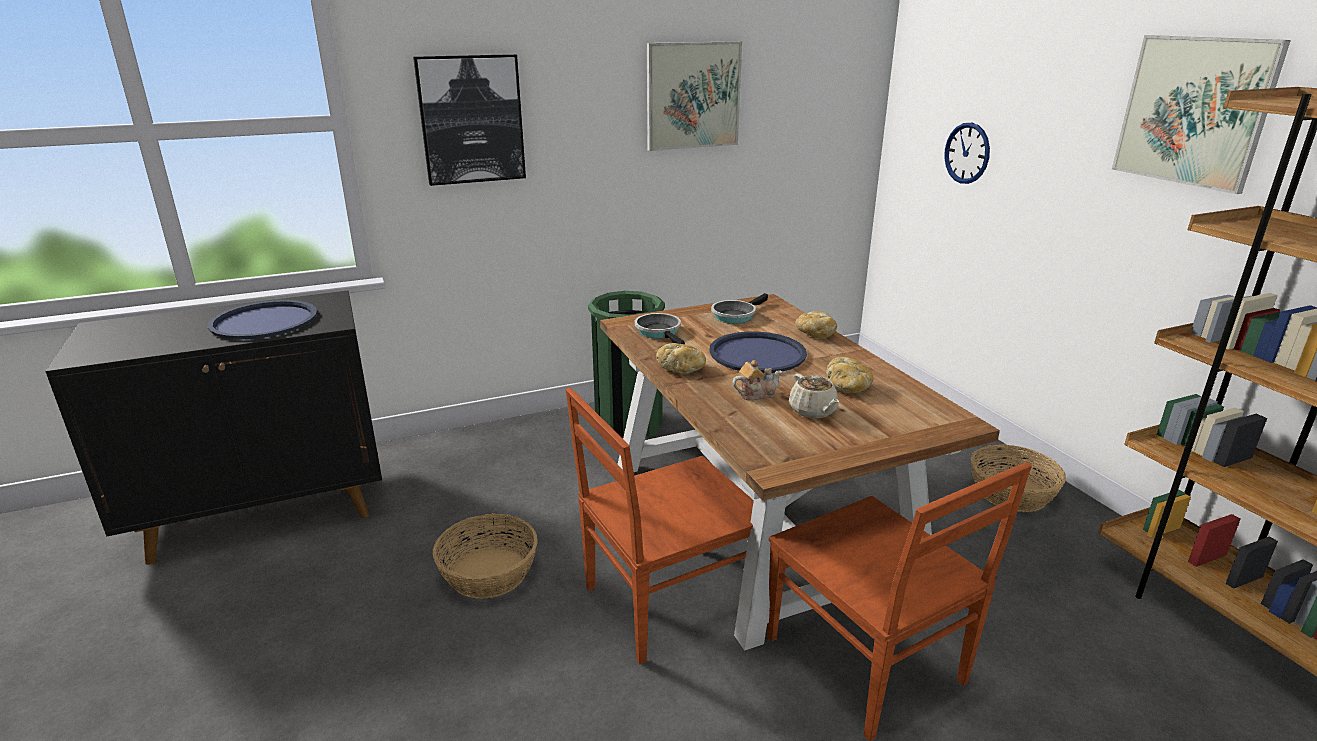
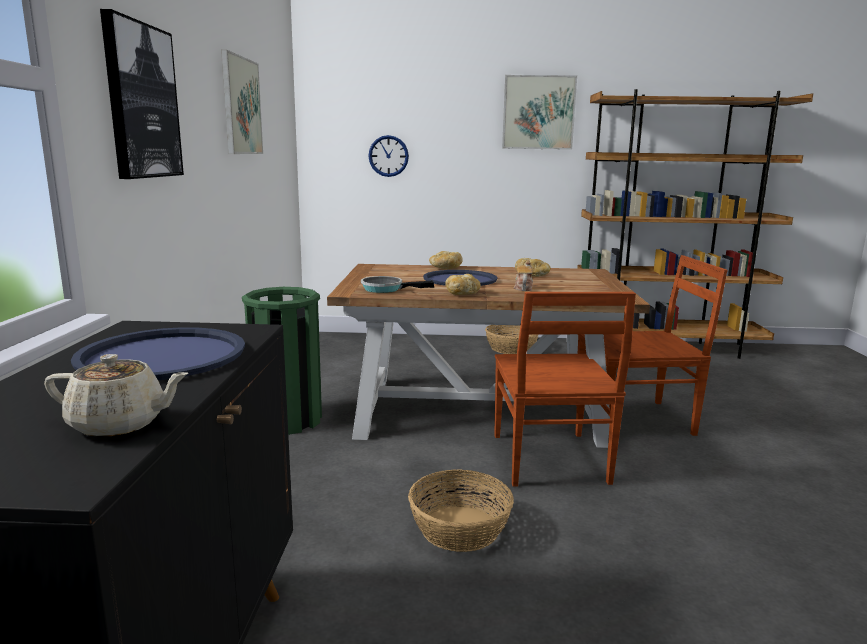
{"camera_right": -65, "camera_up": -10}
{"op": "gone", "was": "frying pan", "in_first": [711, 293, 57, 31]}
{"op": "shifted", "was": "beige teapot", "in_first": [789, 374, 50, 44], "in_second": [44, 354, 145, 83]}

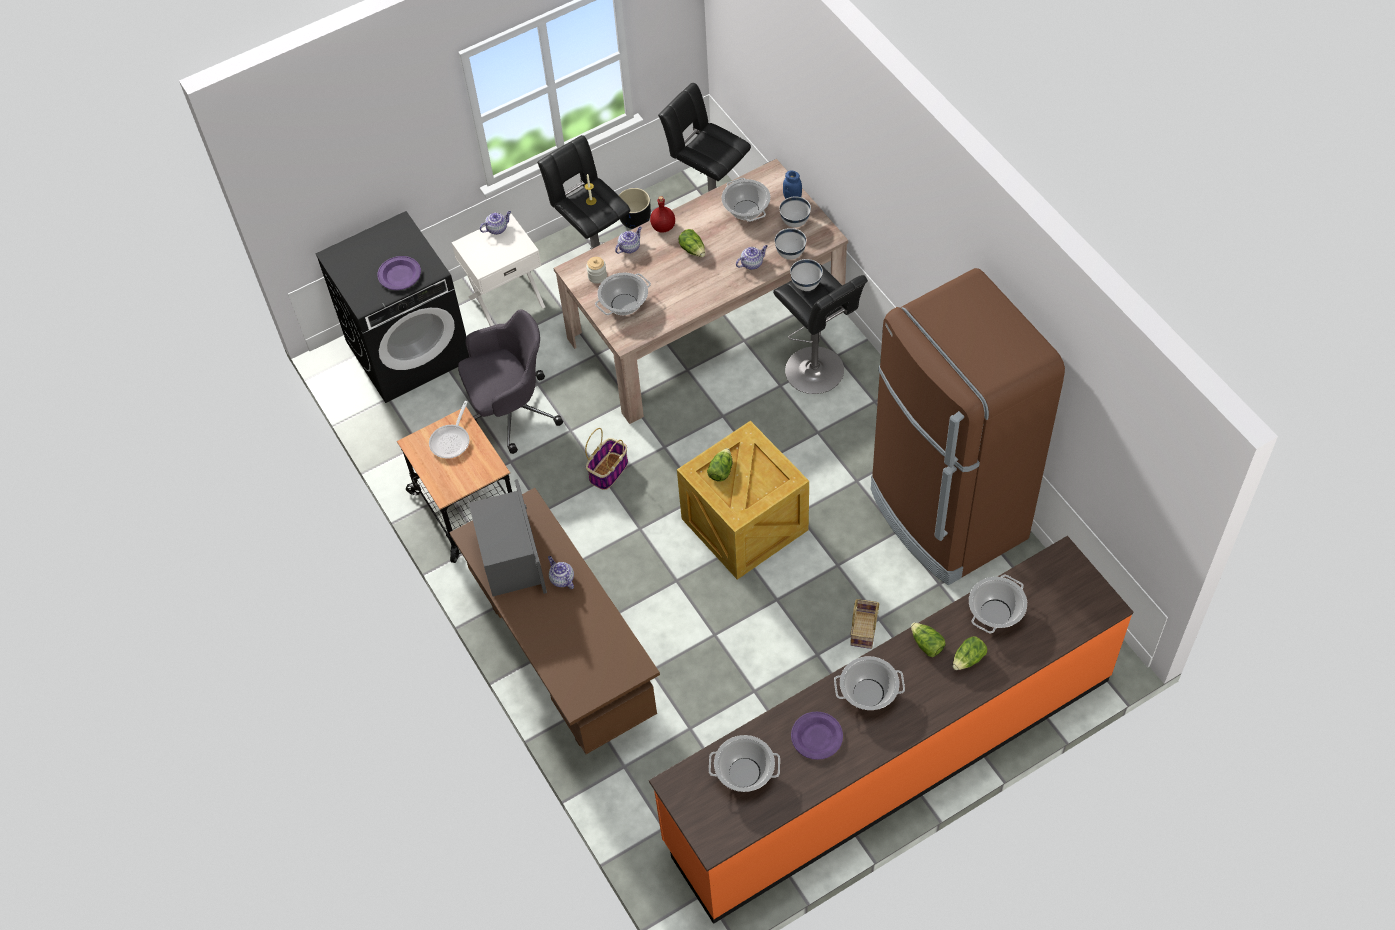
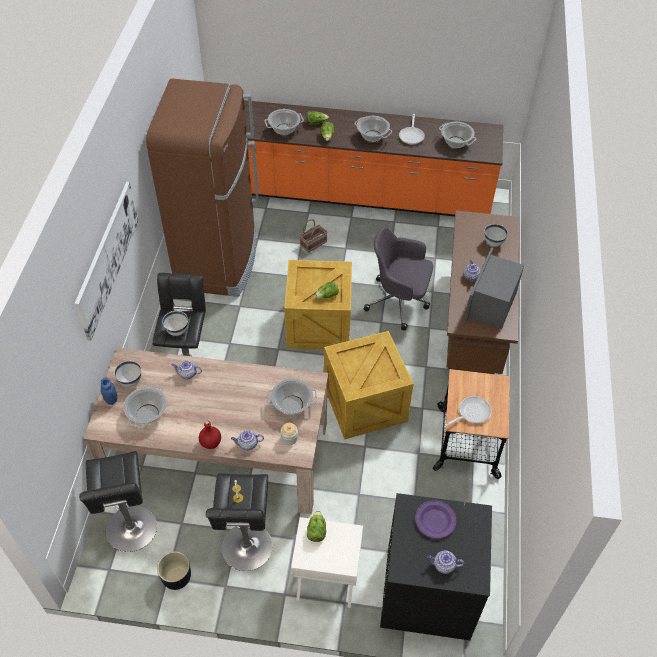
{"camera_right": -145, "camera_up": -5}
{"op": "new", "now": "picture", "in_second": [75, 182, 64, 159]}
{"op": "shifted", "was": "grey office chair", "in_first": [458, 309, 105, 145], "in_second": [364, 227, 69, 104]}
{"op": "shifted", "was": "teapot", "in_first": [480, 211, 31, 24], "in_second": [428, 551, 36, 23]}
{"op": "shifted", "was": "lettuce", "in_first": [679, 229, 26, 28], "in_second": [307, 511, 19, 31]}
{"op": "shifted", "was": "white bowl", "in_first": [775, 228, 32, 32], "in_second": [485, 224, 23, 23]}
{"op": "swapped", "was": "basket", "now": "crate", "in_first": [585, 428, 43, 62], "in_second": [324, 331, 90, 108]}
{"op": "swapped", "was": "purple plate", "now": "frying pan", "in_first": [791, 712, 52, 48], "in_second": [399, 114, 26, 31]}

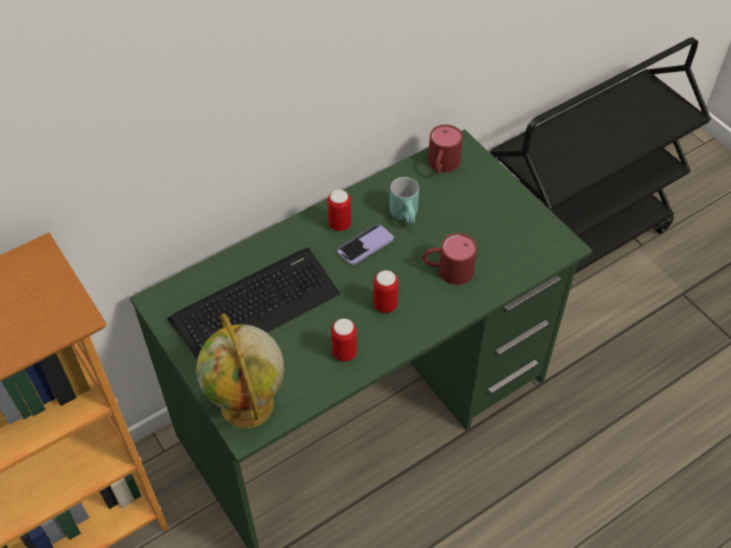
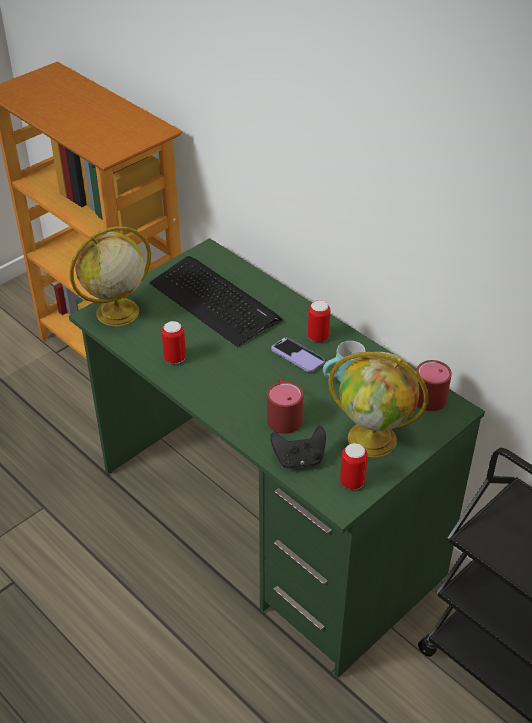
{"camera_right": 80, "camera_up": -10}
{"op": "new", "now": "black game controller", "in_second": [270, 426, 56, 43]}
{"op": "new", "now": "globe", "in_second": [328, 352, 100, 105]}
{"op": "shifted", "was": "can", "in_first": [373, 270, 25, 43], "in_second": [340, 443, 28, 47]}

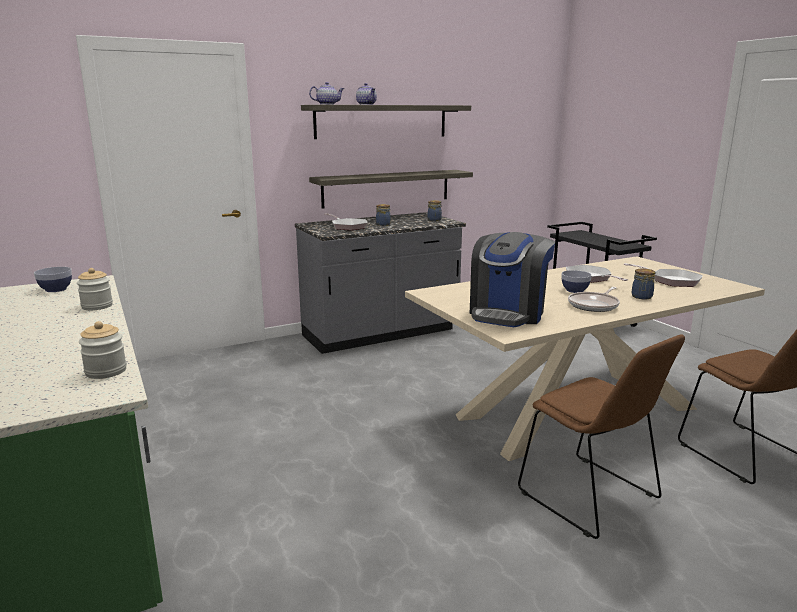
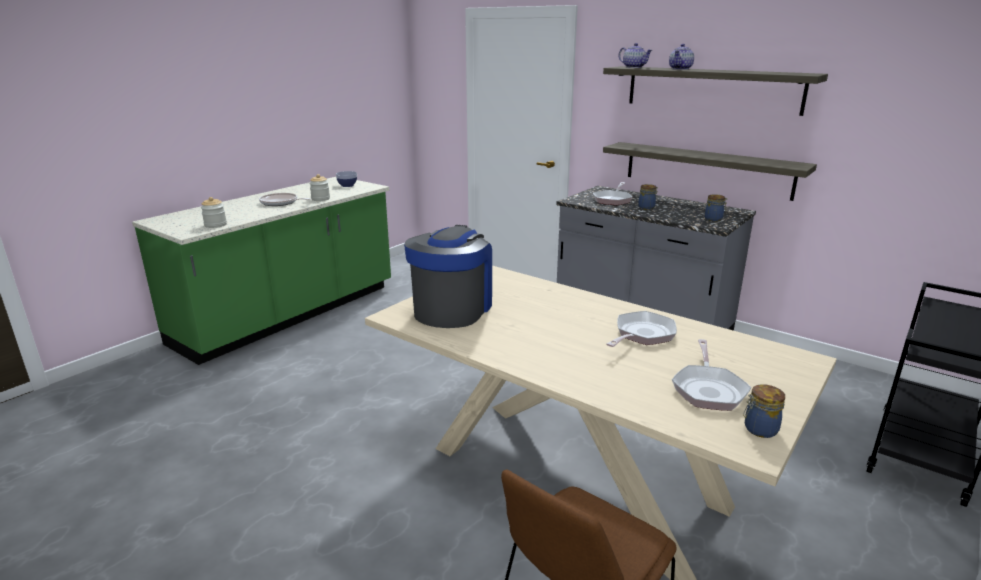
{"camera_right": 65, "camera_up": 5}
{"op": "gone", "was": "brown chair", "in_first": [518, 334, 167, 205]}
{"op": "gone", "was": "bowl", "in_first": [561, 270, 31, 23]}
{"op": "shifted", "was": "frying pan", "in_first": [568, 287, 52, 25], "in_second": [259, 193, 51, 13]}
{"op": "shifted", "was": "jar", "in_first": [632, 268, 24, 31], "in_second": [743, 384, 42, 54]}
{"op": "rotated", "was": "coffee machine", "in_first": [470, 232, 85, 95], "in_second": [404, 225, 88, 103], "clockwise": 105}

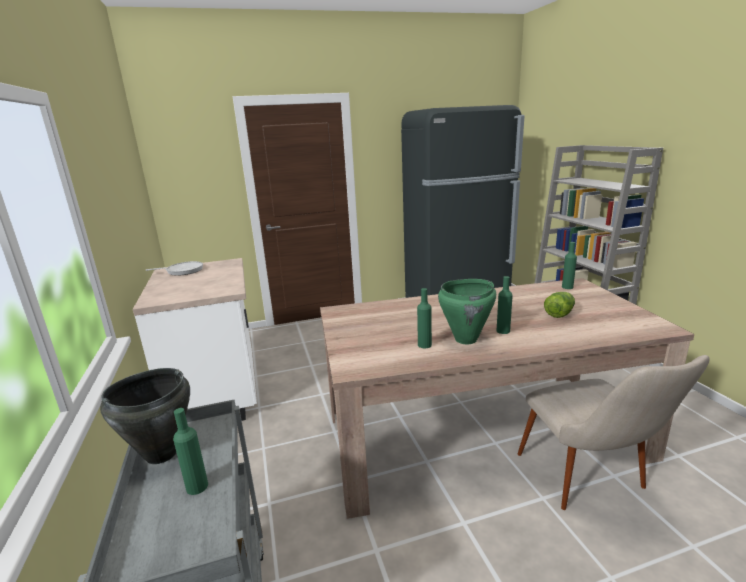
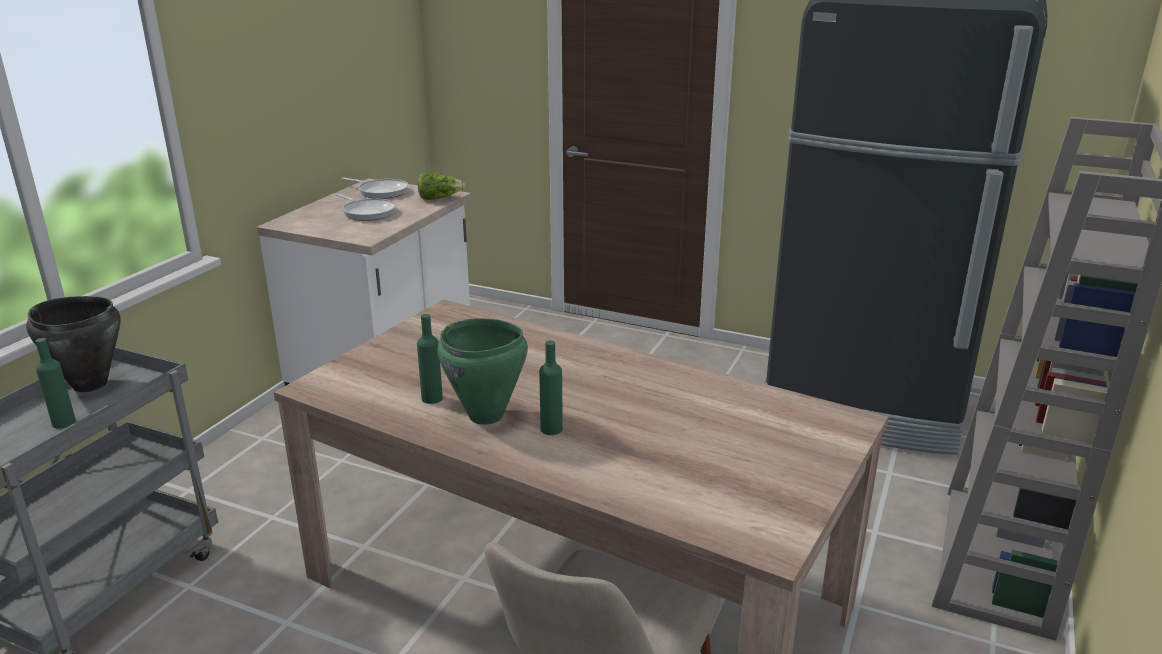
{"camera_right": 40, "camera_up": 5}
{"op": "gone", "was": "green bottle", "in_first": [562, 242, 15, 47]}
{"op": "new", "now": "frying pan", "in_second": [336, 194, 60, 27]}
{"op": "shifted", "was": "lettuce", "in_first": [544, 292, 31, 26], "in_second": [418, 173, 47, 27]}

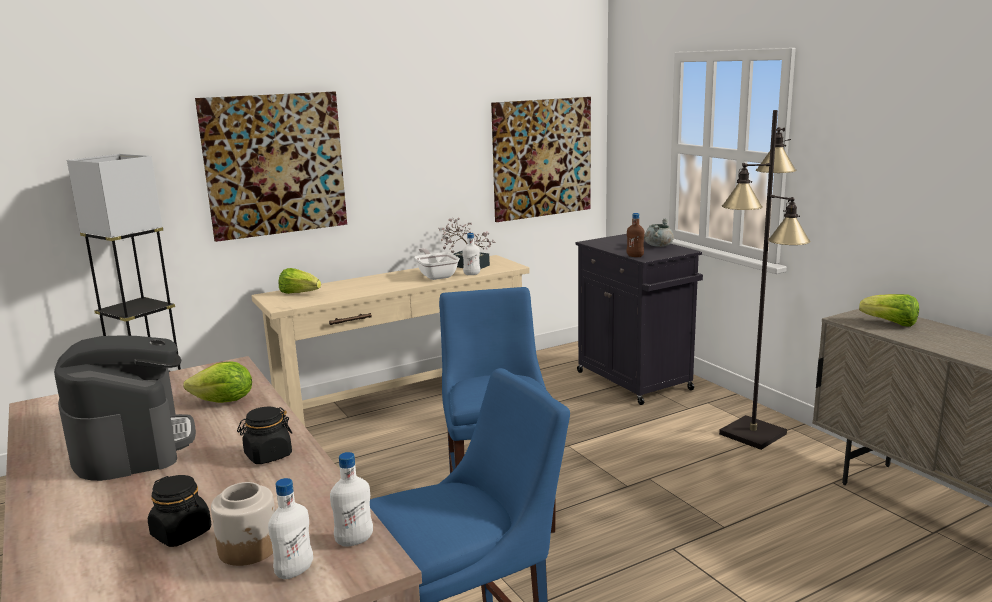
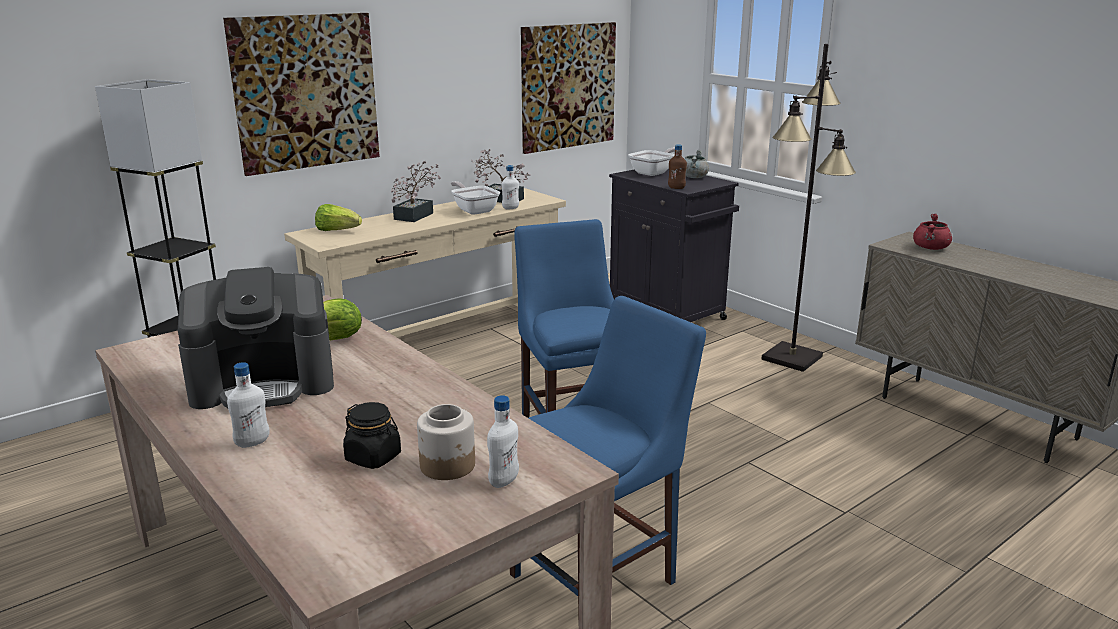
{"camera_right": -10, "camera_up": 5}
{"op": "gone", "was": "black jar", "in_first": [237, 406, 55, 58]}
{"op": "new", "now": "potted plant", "in_second": [391, 161, 50, 61]}
{"op": "new", "now": "frying pan", "in_second": [628, 147, 47, 29]}
{"op": "shifted", "was": "white bottle", "in_first": [330, 452, 43, 95], "in_second": [227, 362, 43, 86]}
{"op": "swapped", "was": "lettuce", "now": "red cooking pot", "in_first": [859, 294, 60, 33], "in_second": [913, 214, 39, 36]}
{"op": "rotated", "was": "coffee machine", "in_first": [54, 336, 142, 145], "in_second": [178, 267, 156, 142], "clockwise": 105}

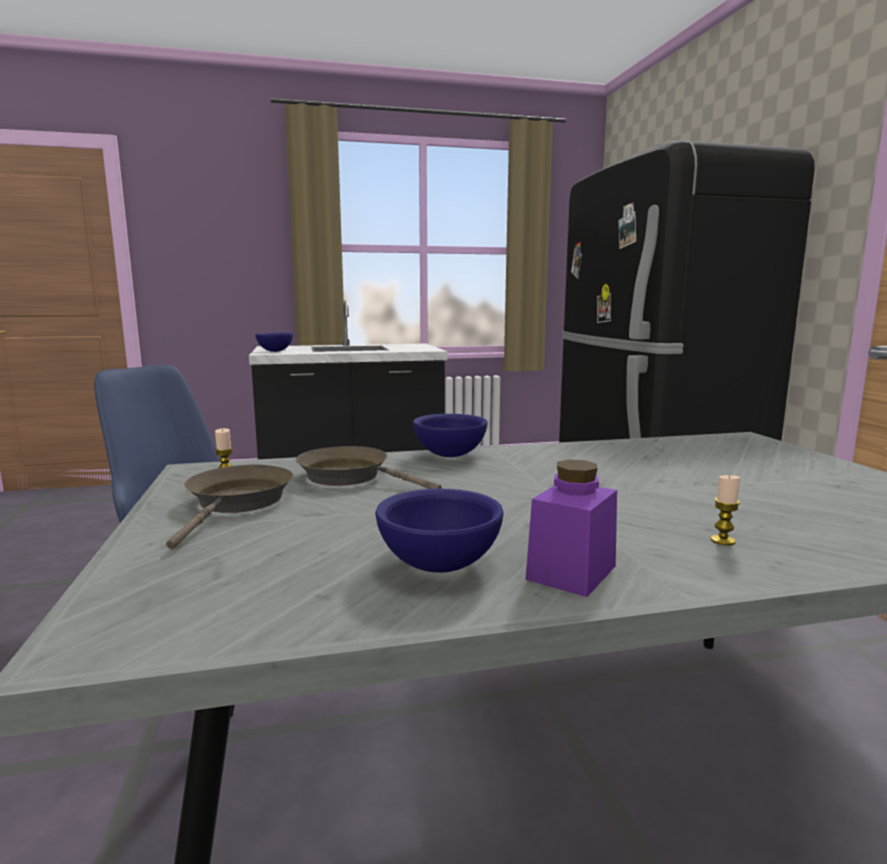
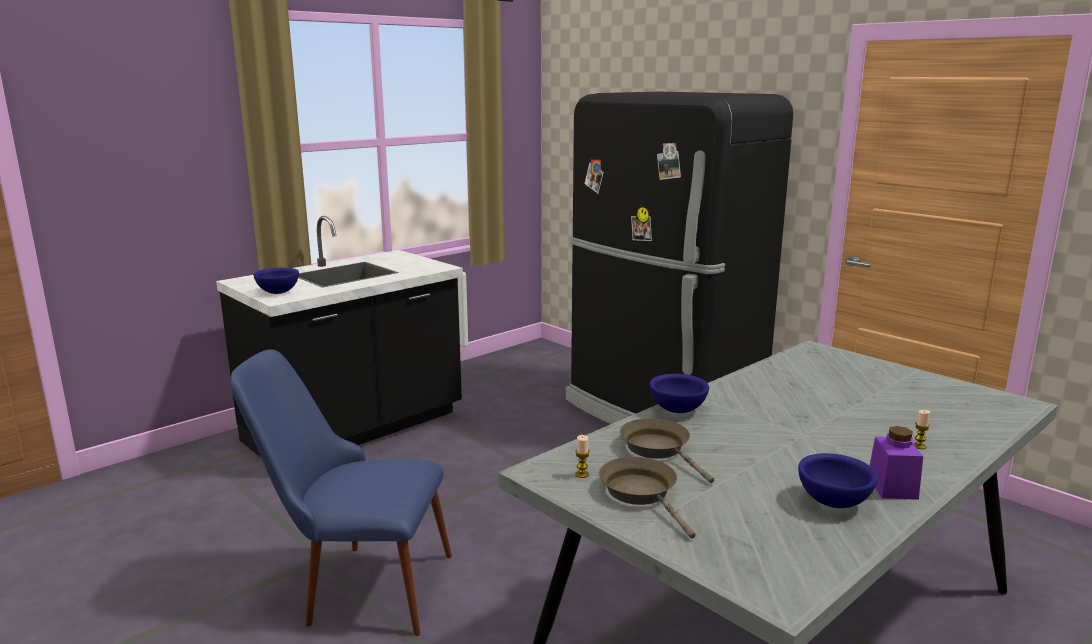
{"camera_right": -30, "camera_up": 5}
{"op": "rotated", "was": "brown frying pan", "in_first": [296, 446, 146, 43], "in_second": [620, 418, 94, 65], "clockwise": 60}

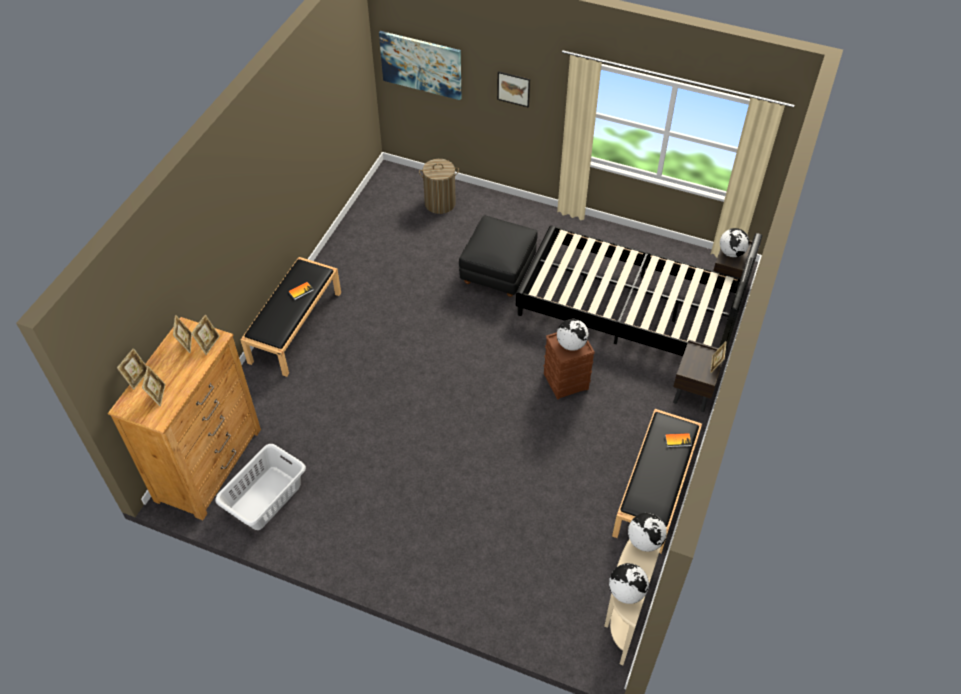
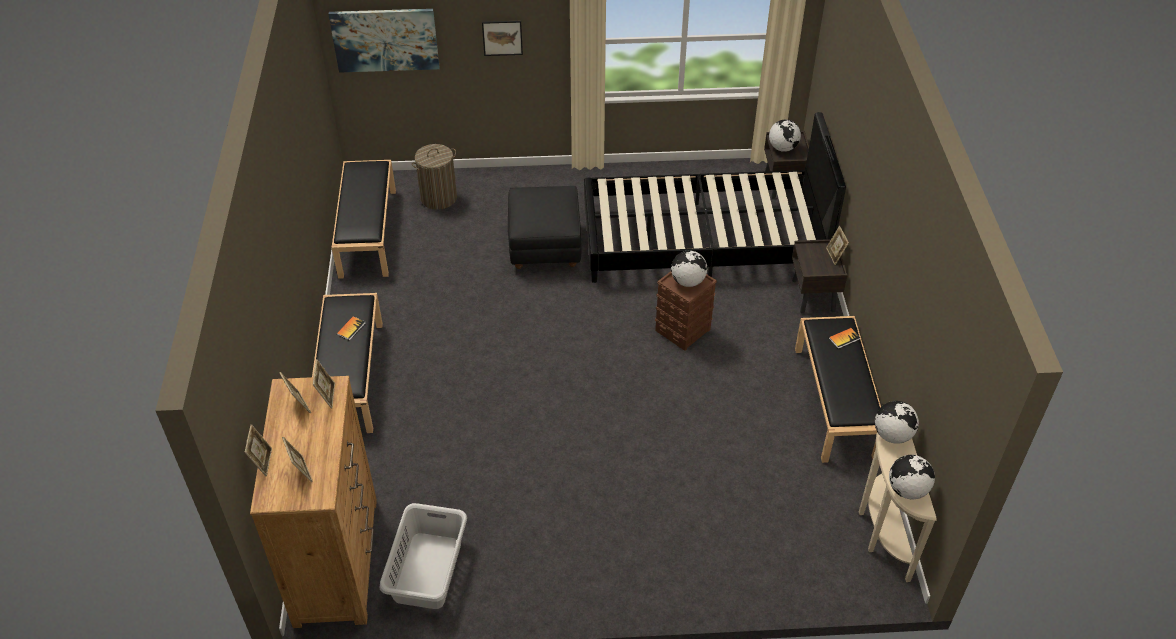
{"camera_right": -25, "camera_up": -5}
{"op": "new", "now": "black bench", "in_second": [332, 160, 64, 119]}

